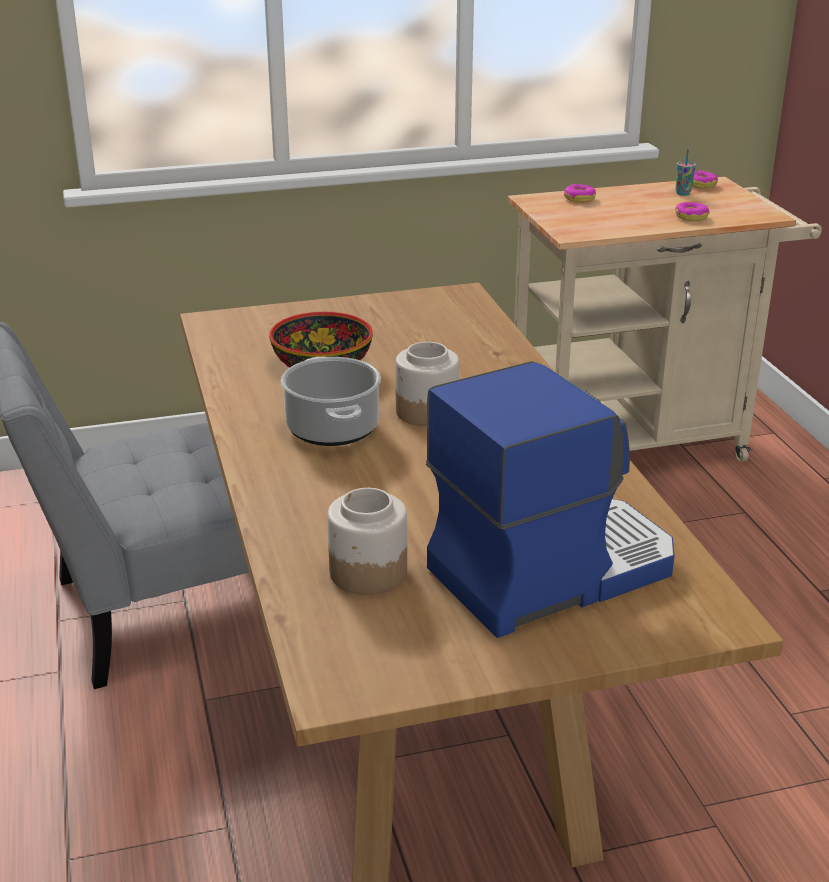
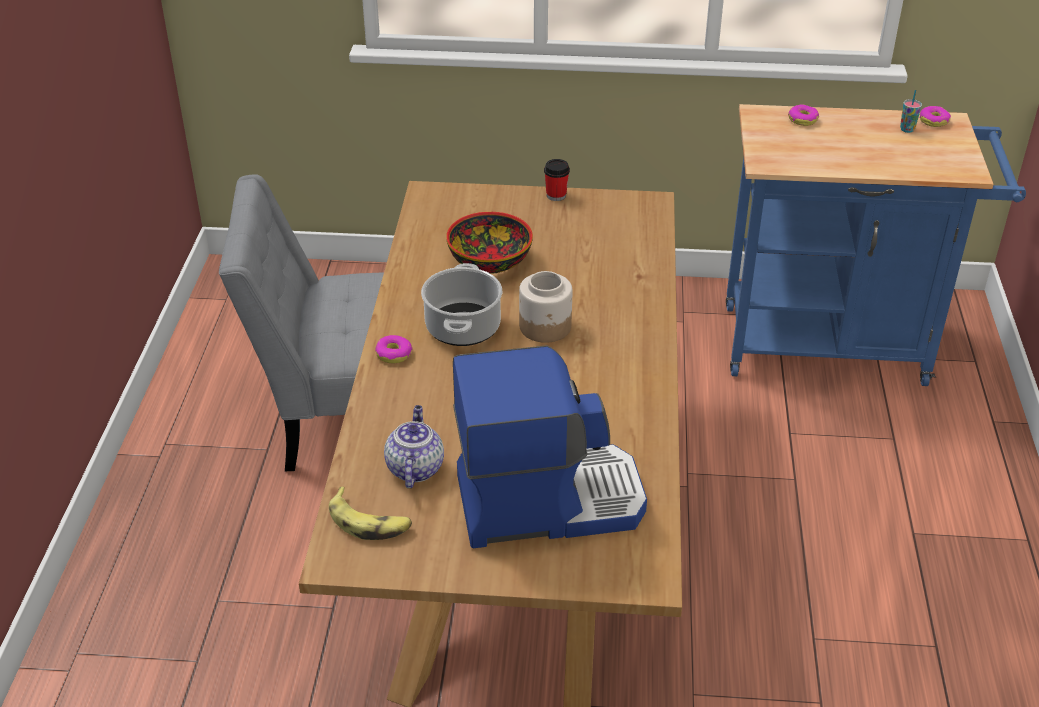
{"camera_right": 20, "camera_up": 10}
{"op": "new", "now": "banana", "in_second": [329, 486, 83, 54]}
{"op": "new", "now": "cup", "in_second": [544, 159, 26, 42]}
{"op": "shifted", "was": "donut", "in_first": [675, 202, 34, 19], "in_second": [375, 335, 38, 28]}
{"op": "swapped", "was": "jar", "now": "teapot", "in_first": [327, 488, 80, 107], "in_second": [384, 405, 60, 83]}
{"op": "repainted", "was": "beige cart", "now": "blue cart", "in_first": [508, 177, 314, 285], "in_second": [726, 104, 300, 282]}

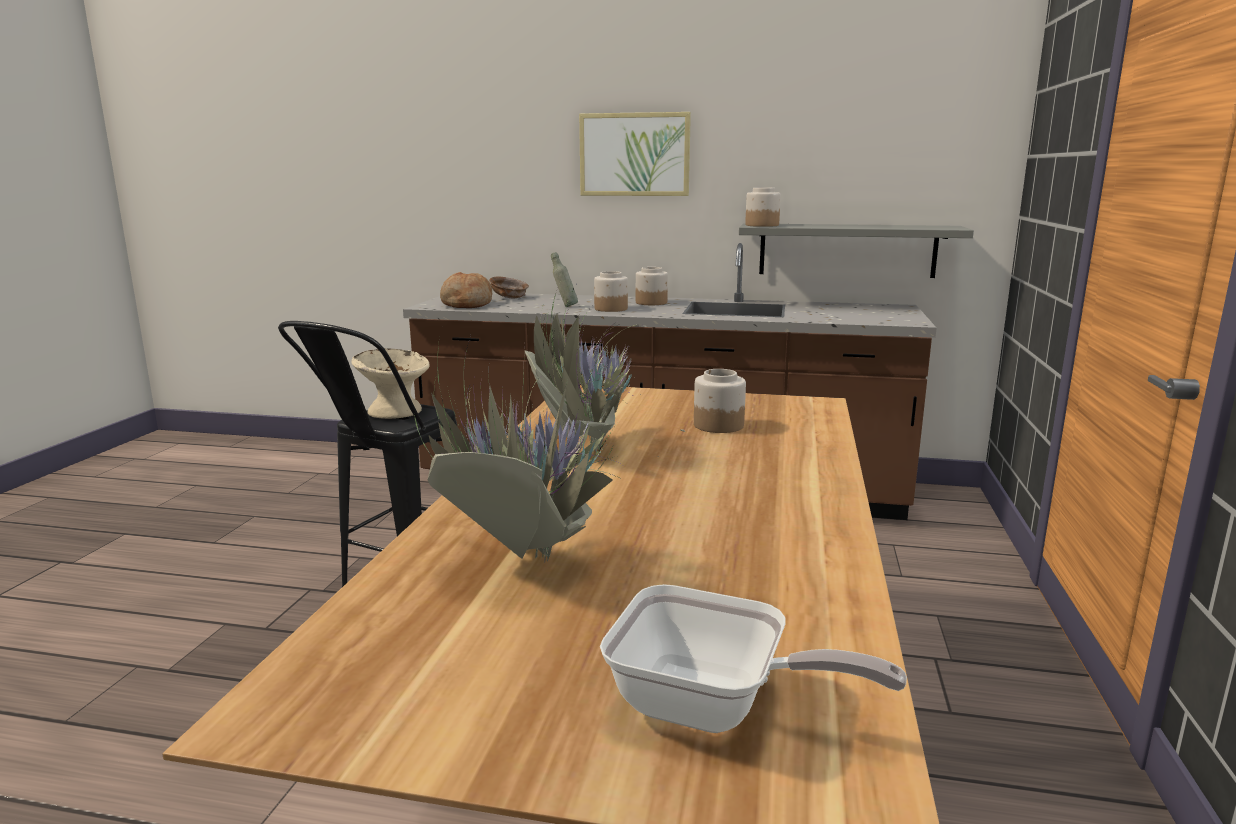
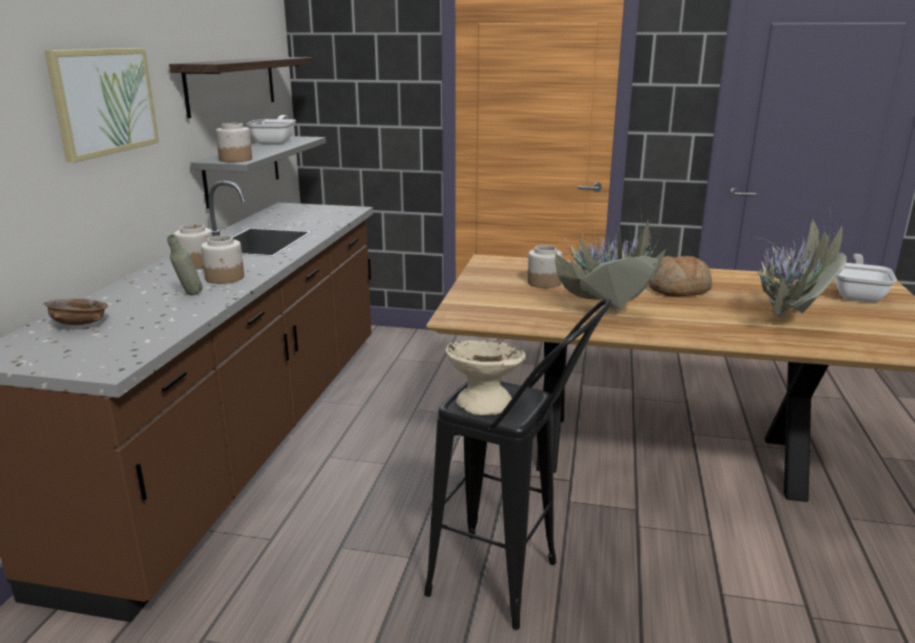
{"camera_right": -90, "camera_up": 5}
{"op": "new", "now": "shelf", "in_second": [169, 57, 144, 61]}
{"op": "new", "now": "frying pan", "in_second": [246, 115, 50, 30]}
{"op": "shifted", "was": "bread", "in_first": [440, 272, 52, 36], "in_second": [649, 256, 63, 40]}

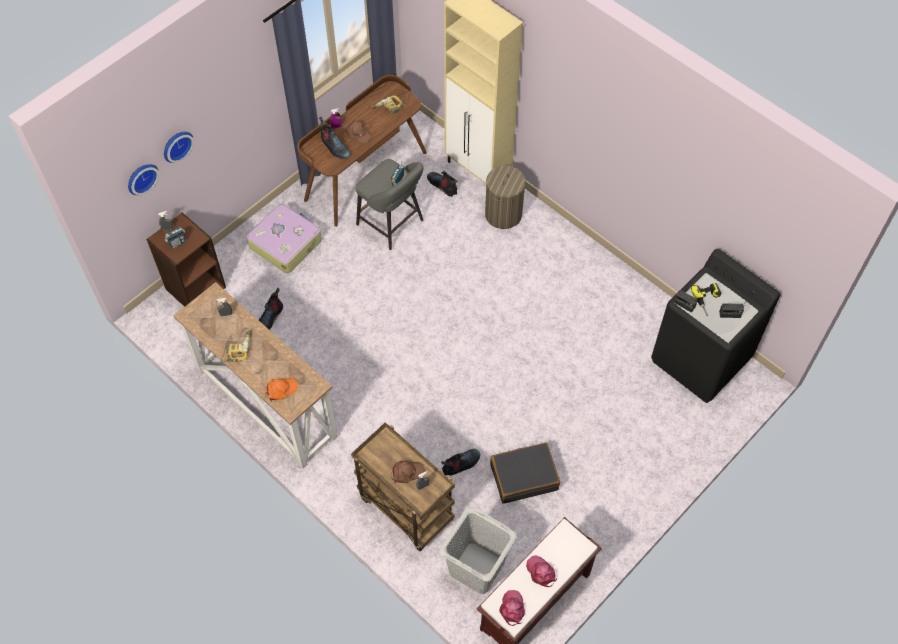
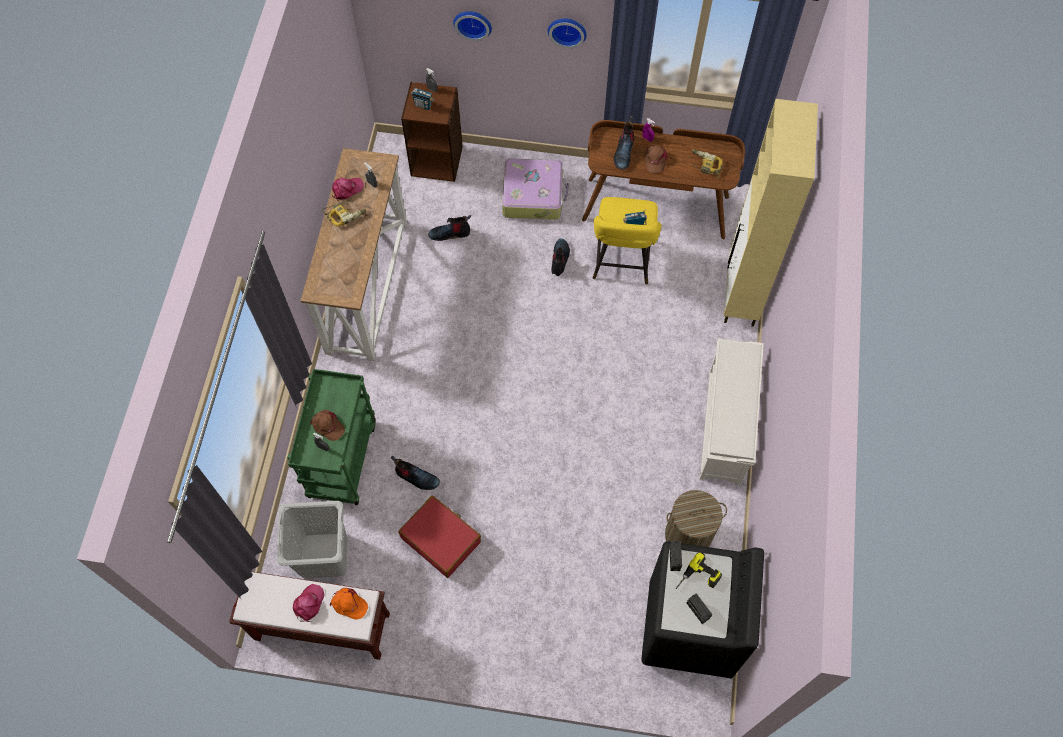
{"camera_right": 55, "camera_up": 5}
{"op": "new", "now": "white shoe rack", "in_second": [700, 339, 64, 146]}
{"op": "shifted", "was": "wall clock", "in_first": [128, 164, 31, 32], "in_second": [548, 19, 39, 29]}
{"op": "shifted", "was": "orange cap", "in_first": [266, 378, 32, 24], "in_second": [330, 588, 38, 32]}
{"op": "shifted", "was": "boot", "in_first": [427, 171, 30, 26], "in_second": [551, 238, 19, 38]}
{"op": "shifted", "was": "laundry basket", "in_first": [485, 164, 40, 65], "in_second": [665, 490, 62, 57]}
{"op": "shifted", "was": "pink cap", "in_first": [499, 590, 26, 36], "in_second": [332, 177, 32, 24]}
{"op": "repainted", "was": "brown cart", "now": "green cart", "in_first": [351, 422, 104, 130], "in_second": [287, 369, 89, 136]}
{"op": "repainted", "was": "grey stool", "now": "yellow stool", "in_first": [356, 159, 68, 91], "in_second": [593, 197, 69, 87]}
{"op": "repainted", "was": "black suitcase", "now": "red suitcase", "in_first": [490, 442, 70, 62], "in_second": [398, 496, 83, 82]}

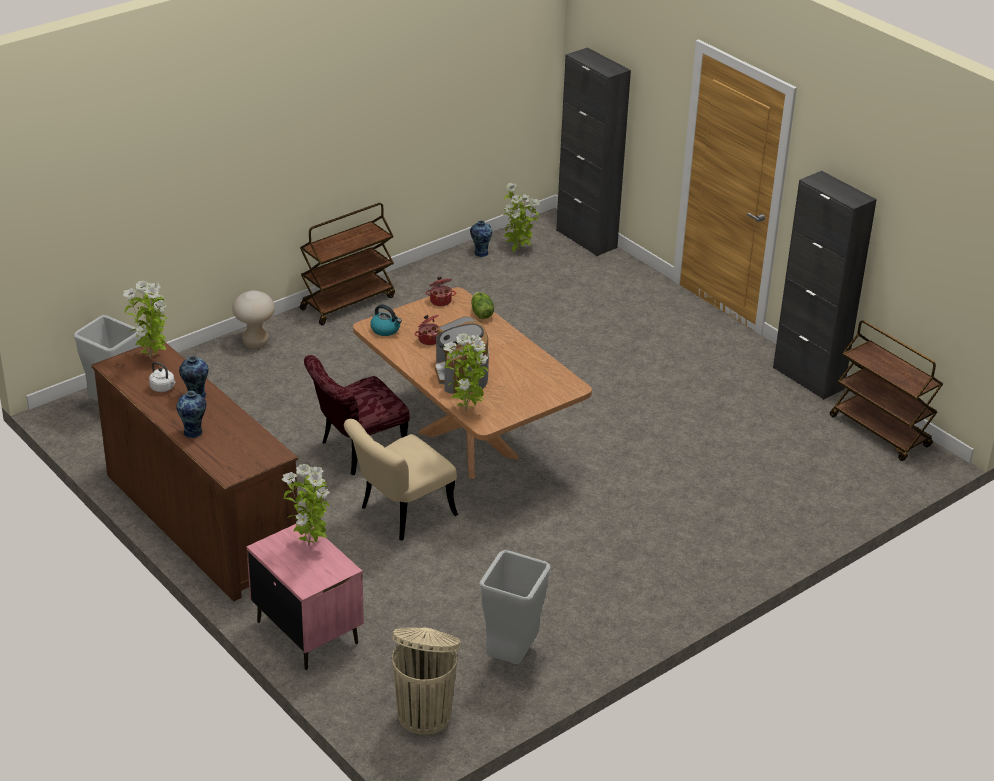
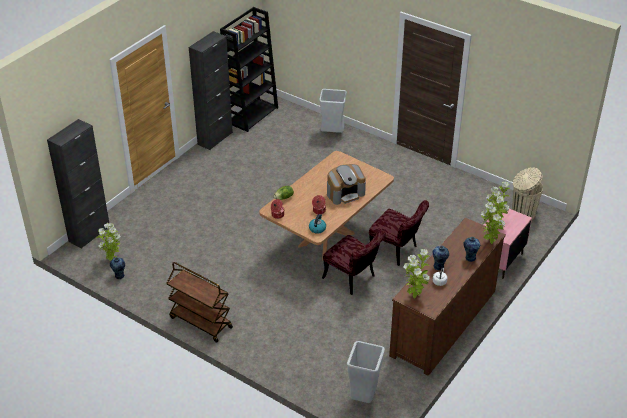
{"camera_right": -105, "camera_up": 5}
{"op": "gone", "was": "beige stool", "in_first": [233, 291, 42, 58]}
{"op": "shifted", "was": "potted plant", "in_first": [443, 333, 45, 79], "in_second": [481, 196, 24, 48]}
{"op": "shifted", "was": "grey trash can", "in_first": [479, 550, 72, 114], "in_second": [319, 89, 28, 44]}
{"op": "swapped", "was": "brown cart", "now": "black bookcase", "in_first": [830, 320, 113, 141], "in_second": [220, 7, 58, 125]}
{"op": "repainted", "was": "beige chair", "now": "red chair", "in_first": [344, 419, 114, 121], "in_second": [369, 200, 60, 66]}

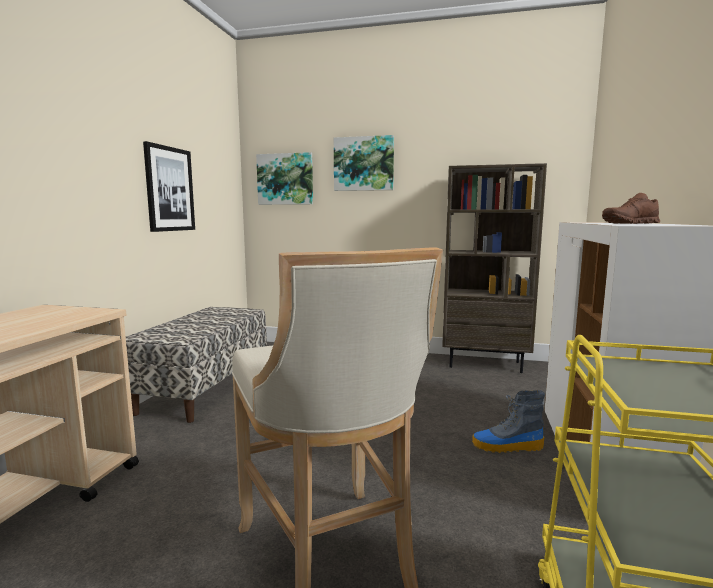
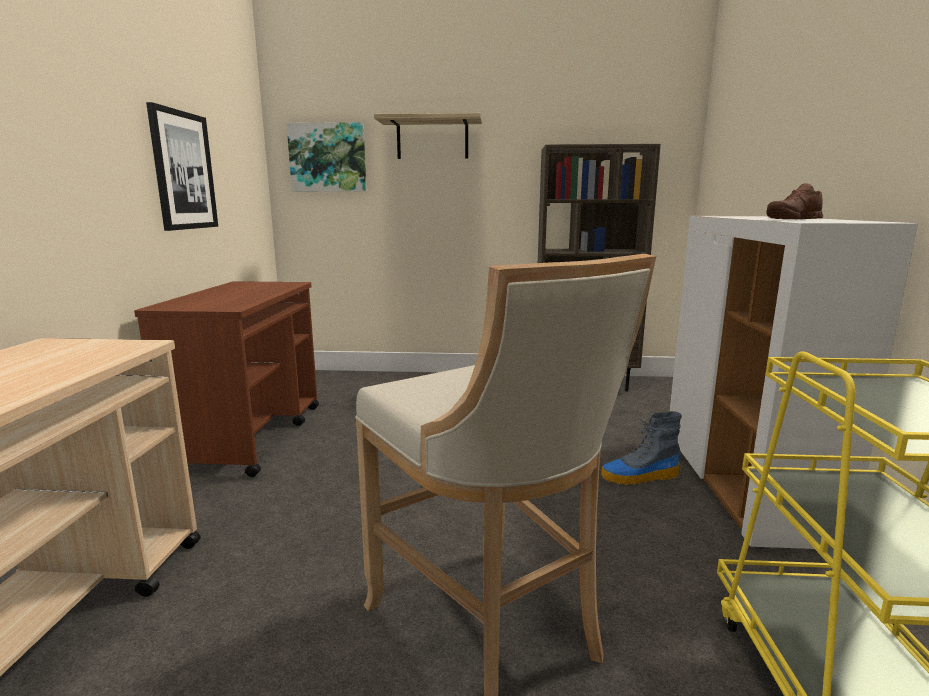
{"camera_right": -10, "camera_up": 5}
{"op": "swapped", "was": "bench", "now": "brown cart", "in_first": [126, 307, 141, 116], "in_second": [134, 281, 185, 196]}
{"op": "swapped", "was": "picture", "now": "shelf", "in_first": [334, 135, 60, 56], "in_second": [374, 113, 108, 46]}

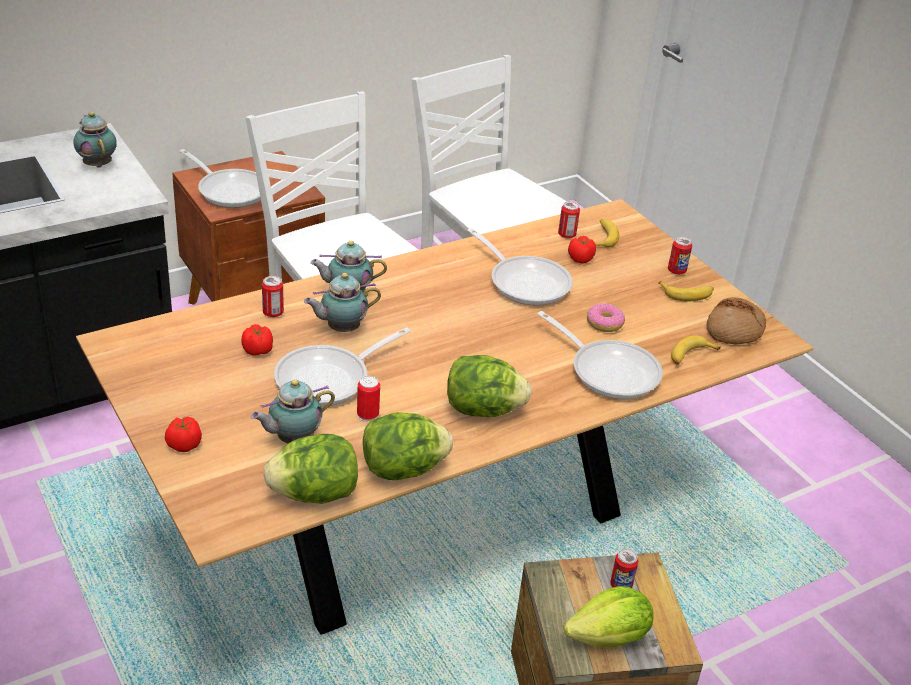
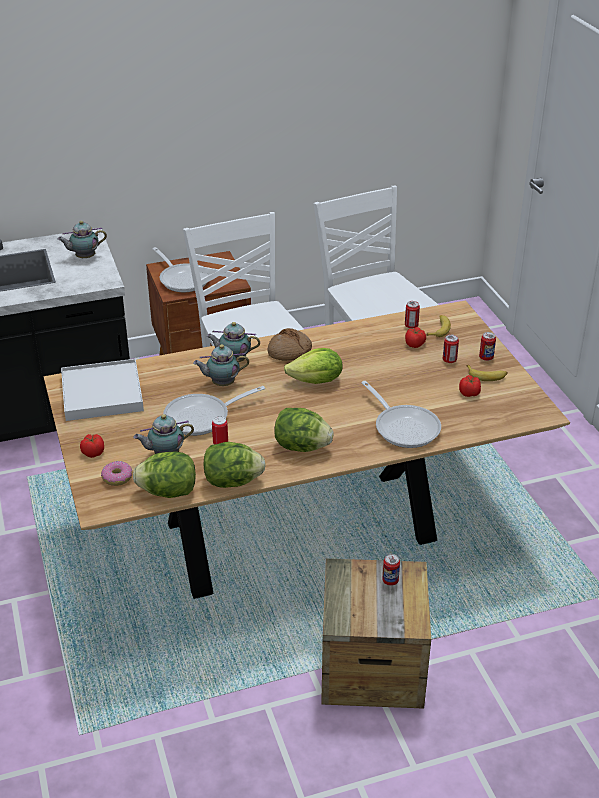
{"camera_right": 15, "camera_up": 0}
{"op": "gone", "was": "frying pan", "in_first": [467, 228, 106, 78]}
{"op": "gone", "was": "banana", "in_first": [671, 335, 50, 30]}
{"op": "new", "now": "white tray", "in_second": [61, 359, 83, 62]}
{"op": "shifted", "was": "tomato", "in_first": [241, 324, 32, 32], "in_second": [459, 375, 22, 22]}
{"op": "shifted", "was": "can", "in_first": [262, 276, 22, 41], "in_second": [443, 334, 16, 29]}
{"op": "shifted", "was": "lettuce", "in_first": [564, 586, 90, 61], "in_second": [284, 348, 58, 36]}
{"op": "shifted", "was": "donut", "in_first": [587, 303, 38, 29], "in_second": [101, 461, 31, 25]}
{"op": "shifted", "was": "bread", "in_first": [707, 297, 59, 47], "in_second": [267, 328, 45, 33]}
{"op": "rotated", "was": "teapot", "in_first": [74, 112, 43, 56], "in_second": [57, 221, 50, 37], "clockwise": -90}

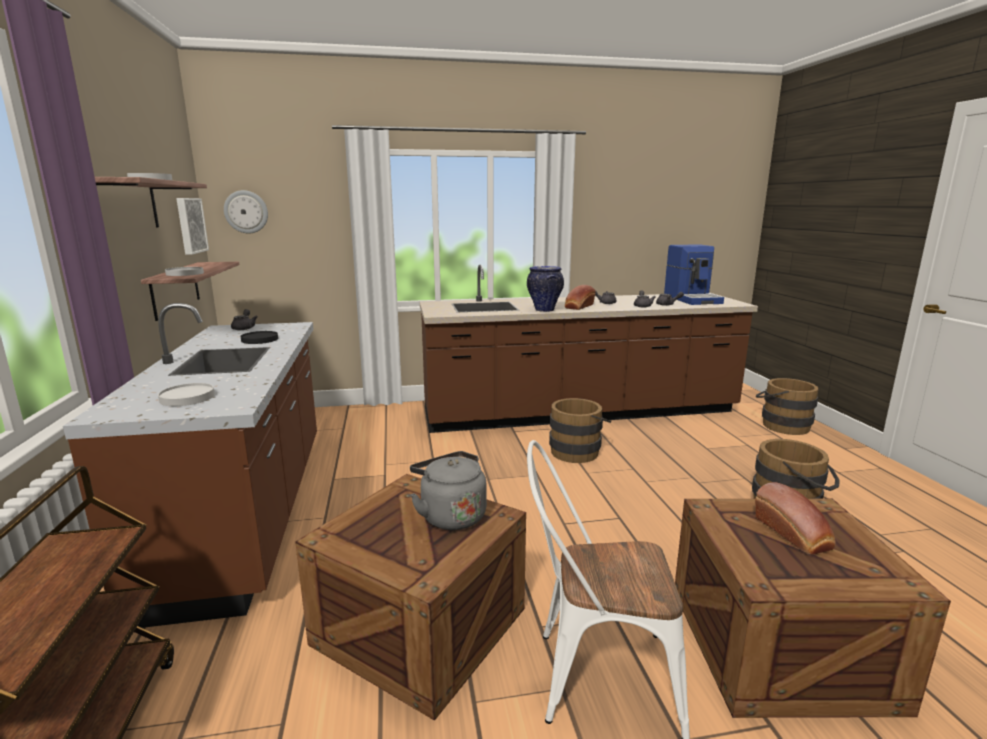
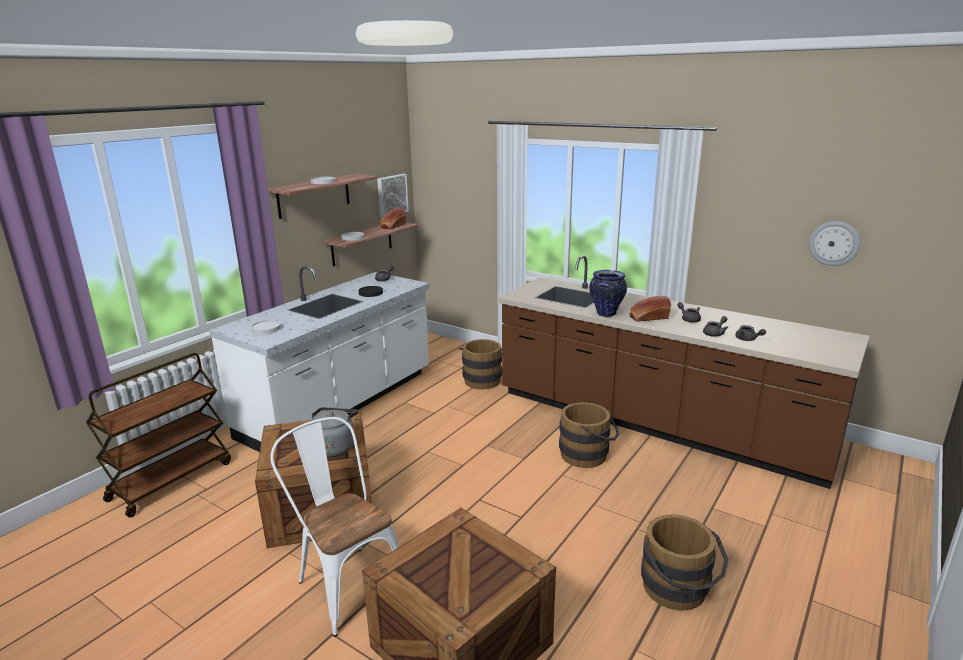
{"camera_right": 45, "camera_up": 5}
{"op": "gone", "was": "coffee machine", "in_first": [664, 244, 60, 61]}
{"op": "shifted", "was": "wall clock", "in_first": [224, 190, 44, 43], "in_second": [809, 221, 52, 45]}
{"op": "shifted", "was": "bread", "in_first": [755, 482, 81, 73], "in_second": [380, 208, 26, 21]}
{"op": "shifted", "was": "brown bucket", "in_first": [756, 378, 63, 57], "in_second": [459, 339, 43, 51]}
{"op": "repainted", "was": "brown counter", "now": "white counter", "in_first": [63, 303, 254, 325], "in_second": [209, 266, 221, 186]}

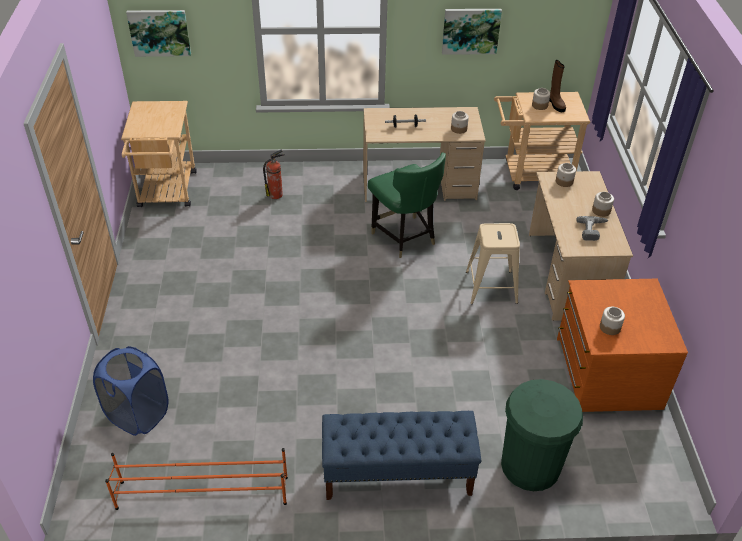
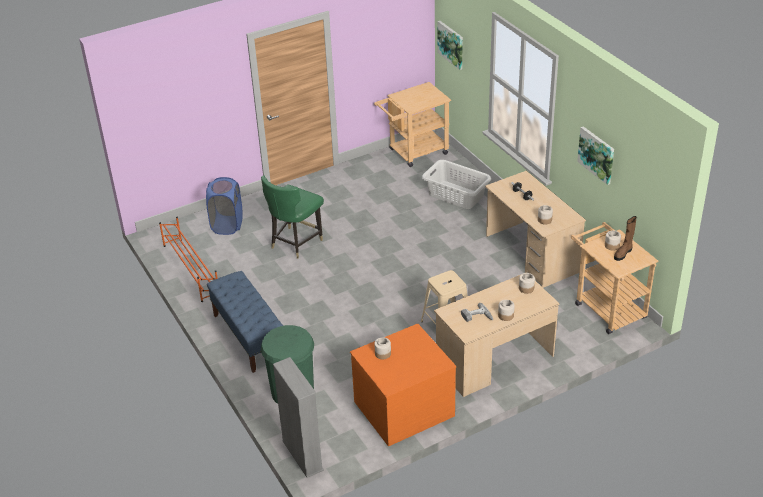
{"camera_right": 65, "camera_up": -5}
{"op": "new", "now": "grey bookcase", "in_second": [273, 357, 51, 121]}
{"op": "shifted", "was": "green chair", "in_first": [368, 152, 78, 106], "in_second": [261, 175, 63, 83]}
{"op": "swapped", "was": "fire extinguisher", "now": "grey laundry basket", "in_first": [263, 150, 22, 49], "in_second": [422, 160, 69, 49]}

